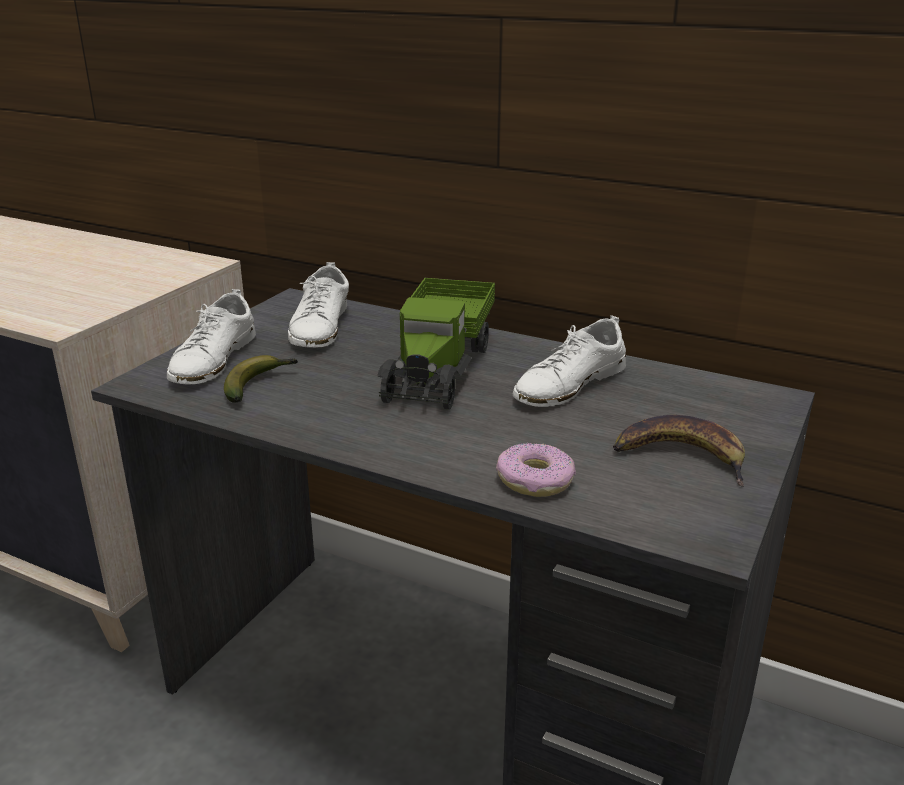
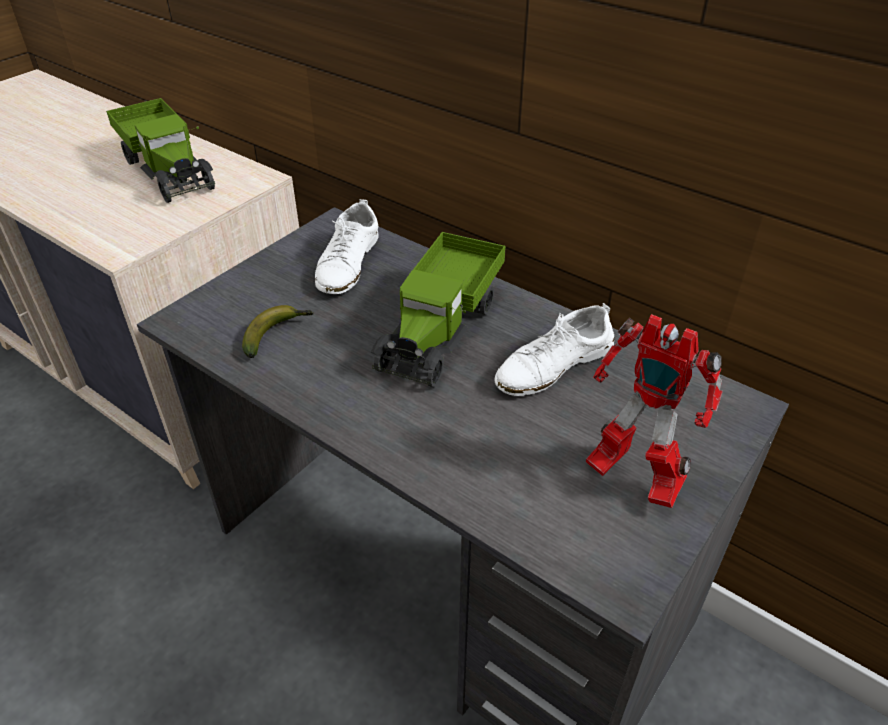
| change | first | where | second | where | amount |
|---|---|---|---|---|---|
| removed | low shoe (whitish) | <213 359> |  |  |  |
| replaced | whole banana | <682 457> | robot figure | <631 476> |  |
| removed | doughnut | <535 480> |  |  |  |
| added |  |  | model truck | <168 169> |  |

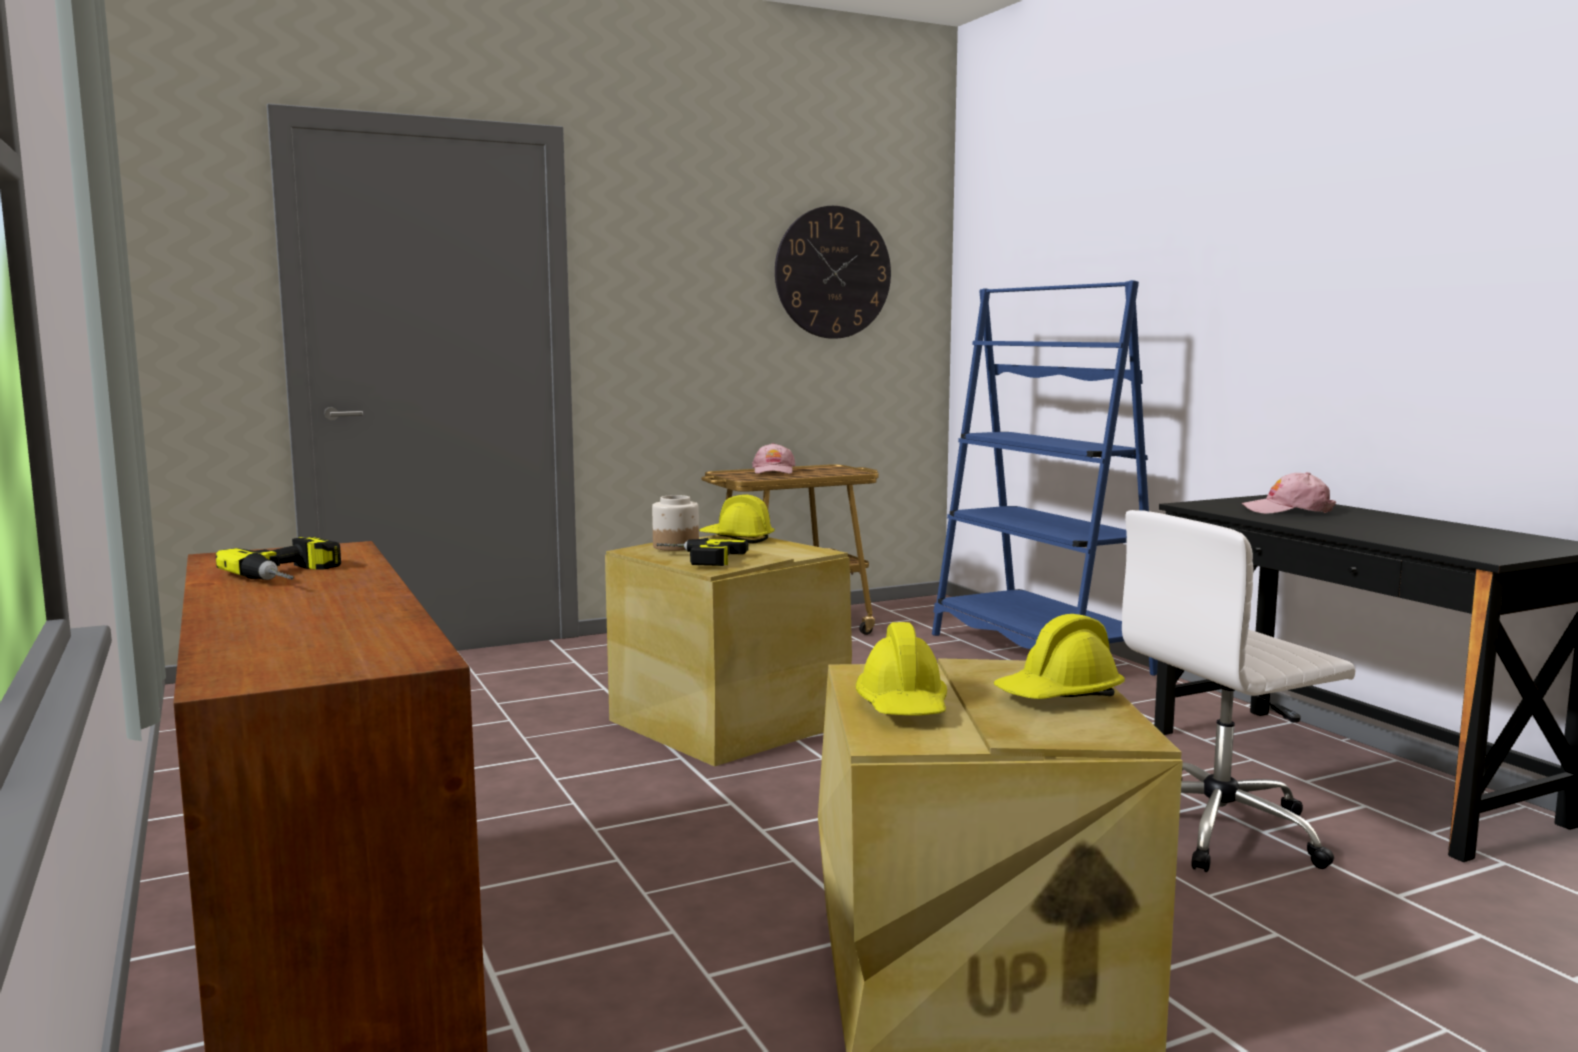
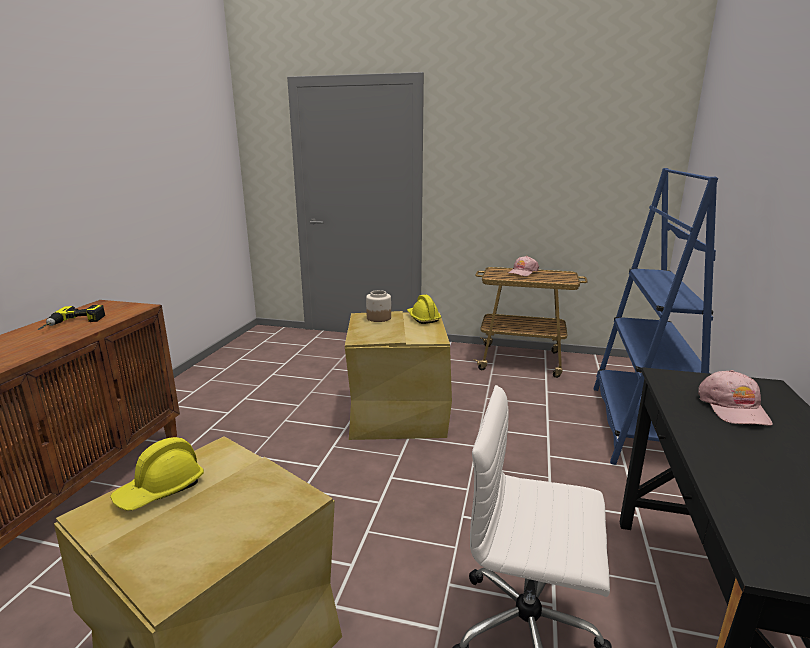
| change | first | where | second | where | amount |
|---|---|---|---|---|---|
| removed | hanging clock | <833 272> |  |  |  |
| turned | baseball cap (pink) | <1287 510> |  | <733 408> | 135 degrees counterclockwise |
| removed | drill | <695 559> |  |  |  |
| removed | work helmet (yellow) | <1059 695> |  |  |  |

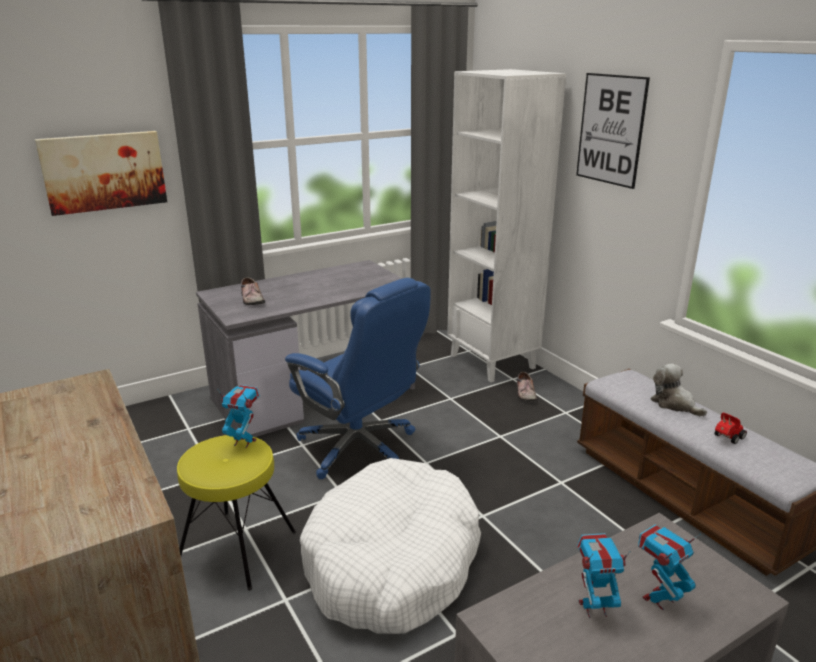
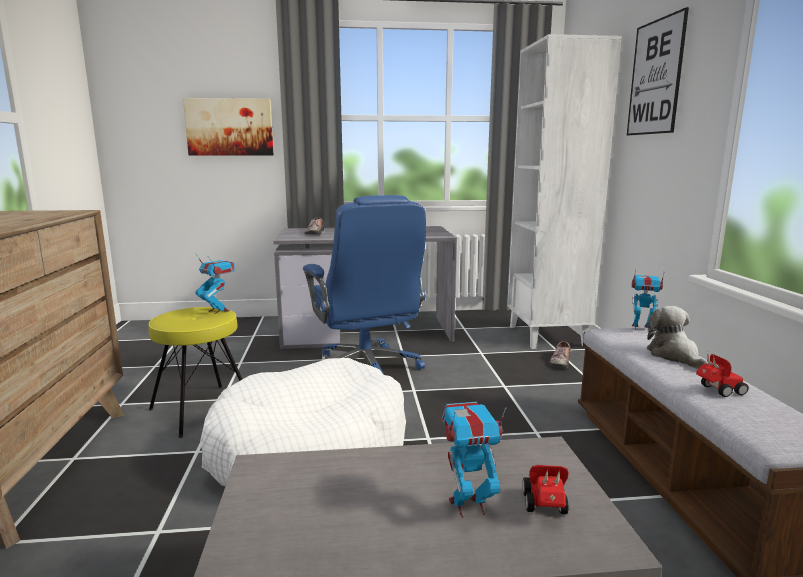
| change | first | where | second | where | amount |
|---|---|---|---|---|---|
| moved | robot figure | <593 608> |  | <641 328> |  |
| added |  |  | model car | <545 508> |  |

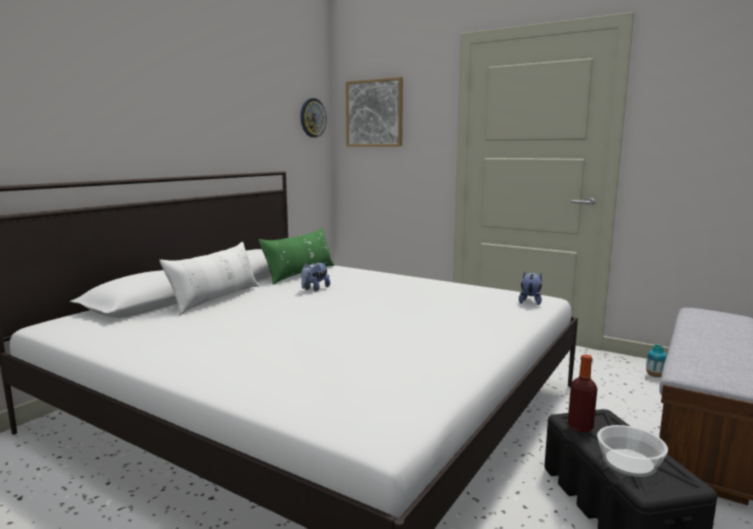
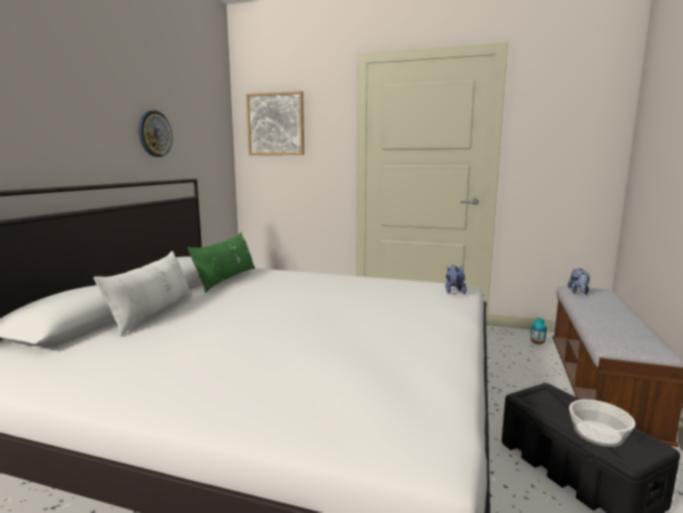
| change | first | where | second | where | amount |
|---|---|---|---|---|---|
| moved | hanging clock | <312 118> |  | <154 134> |  |
| moved | soft toy | <314 289> |  | <578 292> |  |
| removed | beverage bottle | <580 427> |  |  |  |

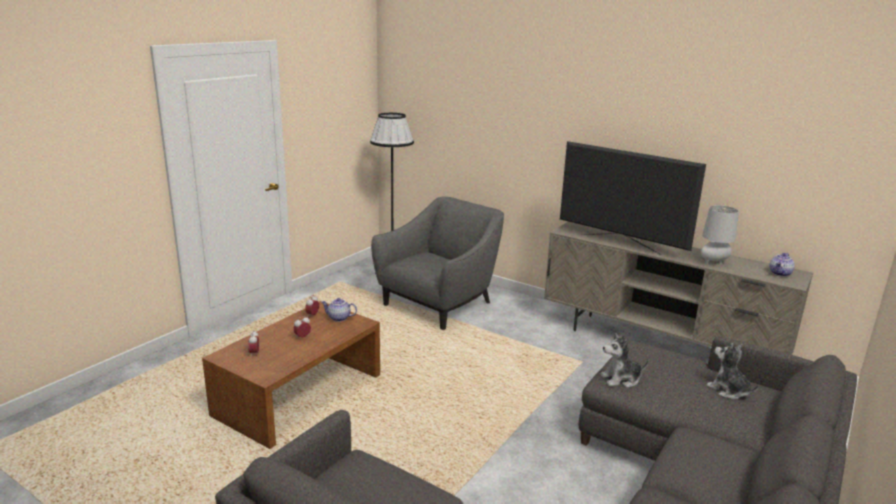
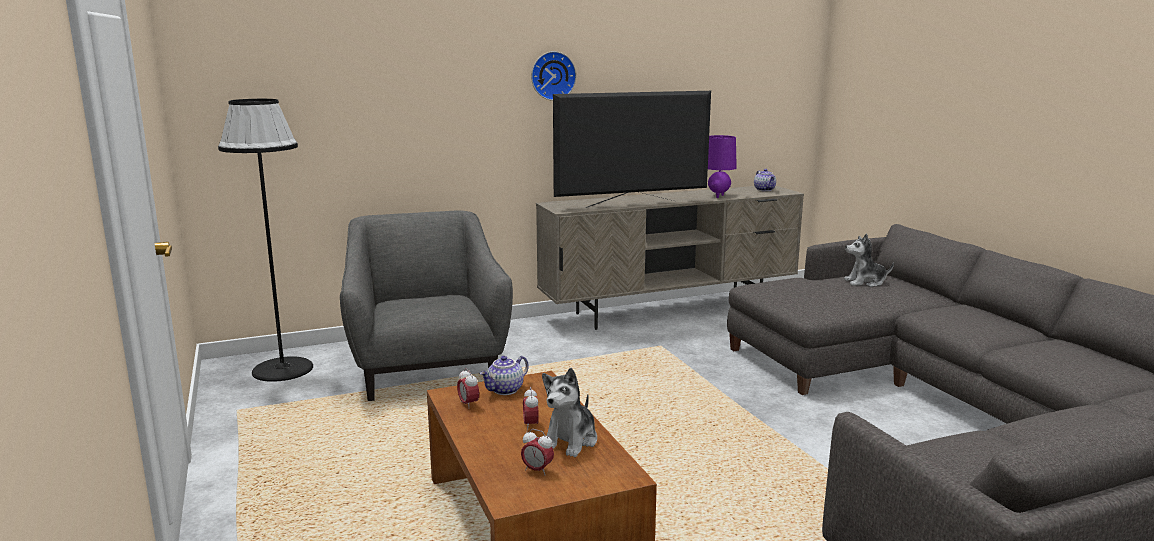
| change | first | where | second | where | amount |
|---|---|---|---|---|---|
| recoloured | lamp for a table (grey) | <714 263> | lamp for a table (purple-coloured) | <718 196> |  |
| moved | soft toy | <621 379> |  | <571 441> |  |
| added |  |  | hanging clock | <552 75> |  |

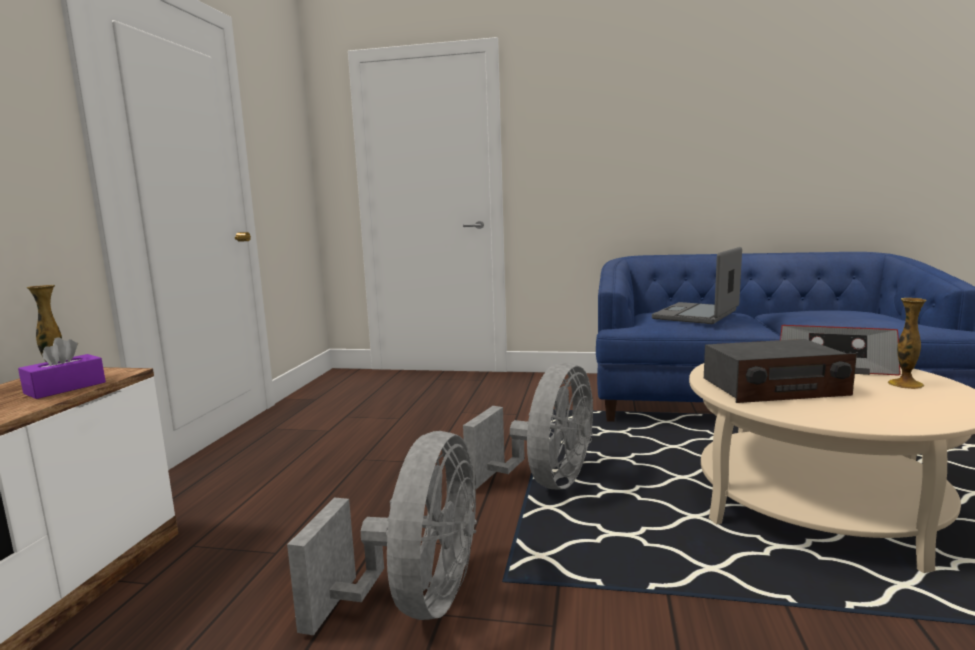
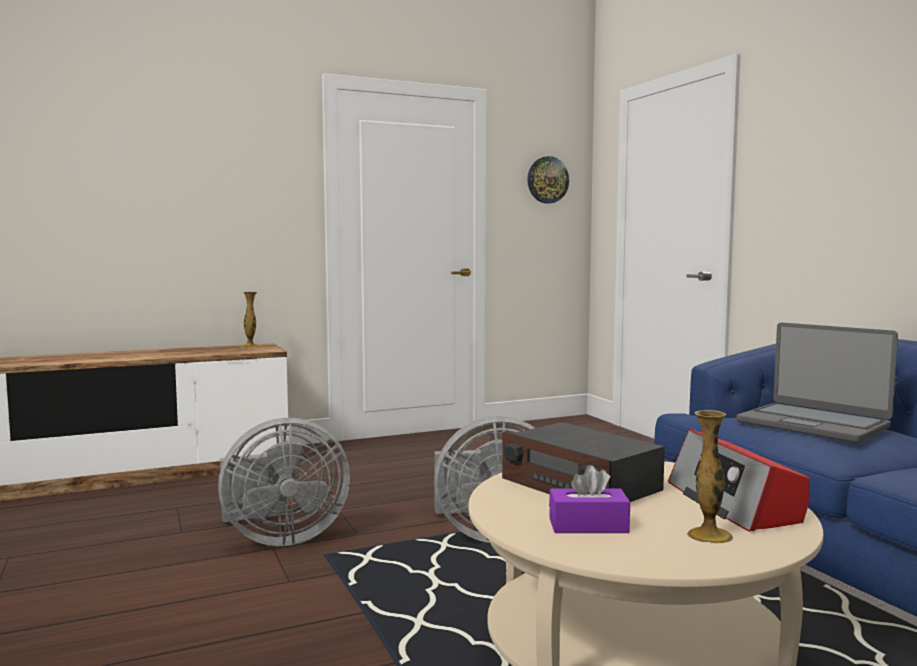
| change | first | where | second | where | amount |
|---|---|---|---|---|---|
| turned | portable computer | <697 315> |  | <813 424> | 135 degrees counterclockwise |
| moved | tissue holder (purple-coloured) | <65 388> |  | <588 526> |  |
| added |  |  | hanging clock | <547 180> |  |

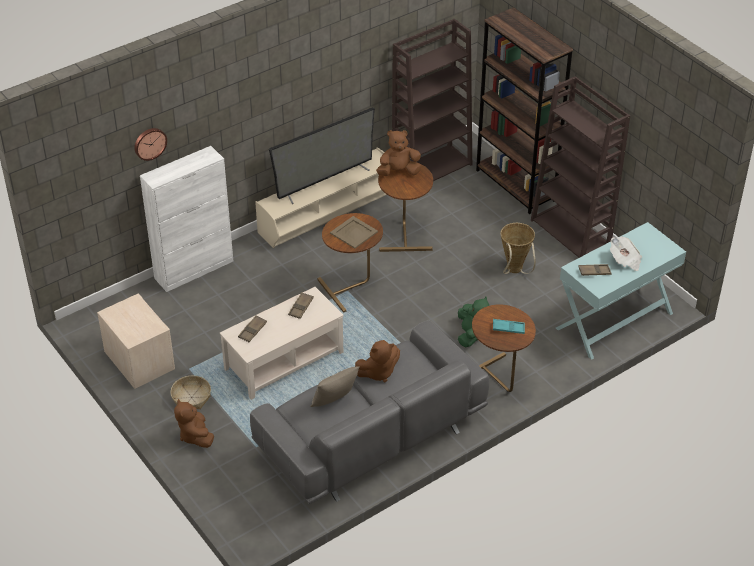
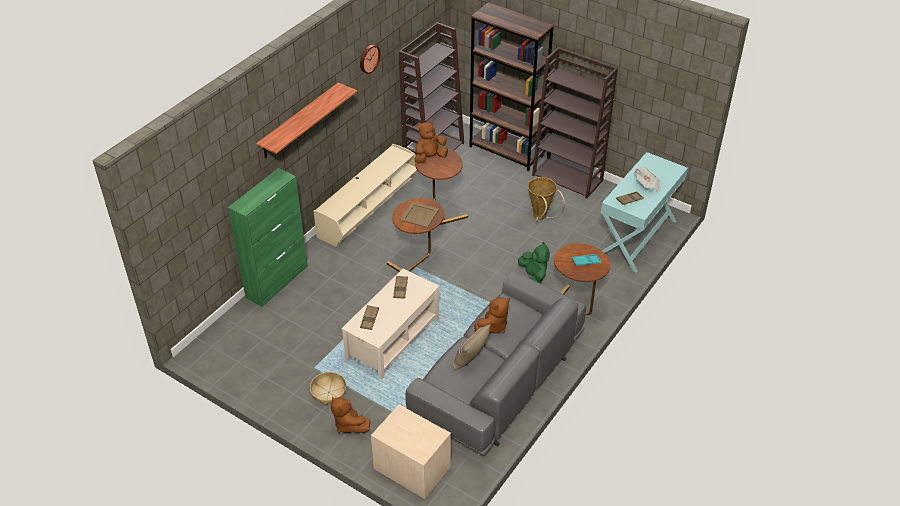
| change | first | where | second | where | amount |
|---|---|---|---|---|---|
| removed | TV set | <324 181> |  |  |  |
| moved | hanging clock | <149 143> |  | <368 58> |  |
| recoloured | storage cabinet (whitish) | <194 269> | storage cabinet (greenish) | <277 281> |  |
| moved | nightstand (beige-coloured) | <139 360> |  | <412 467> |  |
| added |  |  | wall shelf | <299 121> |  |

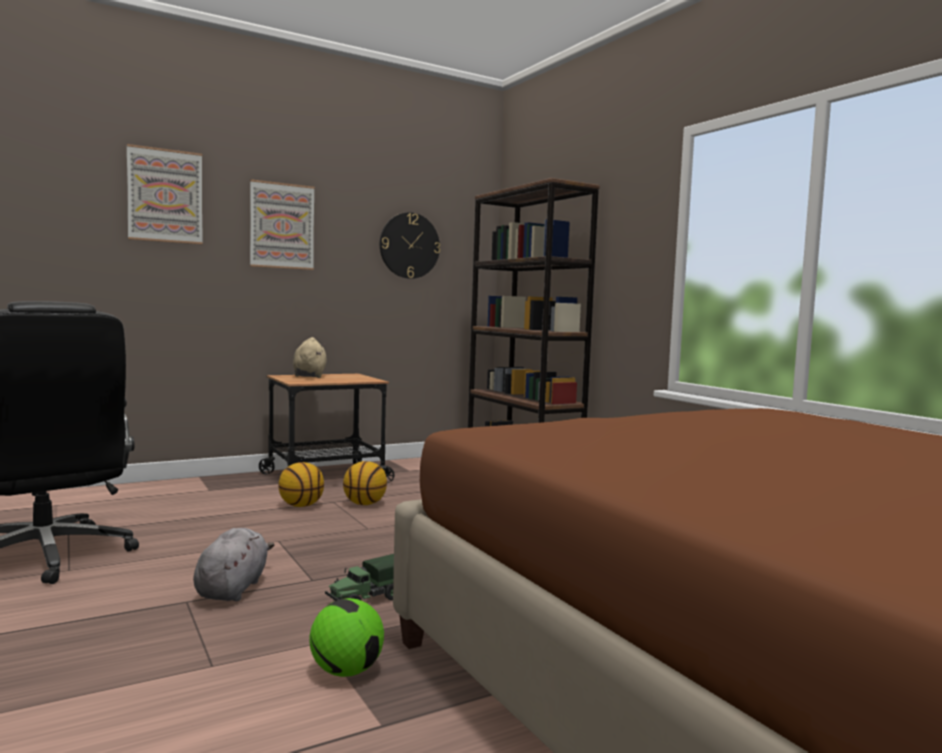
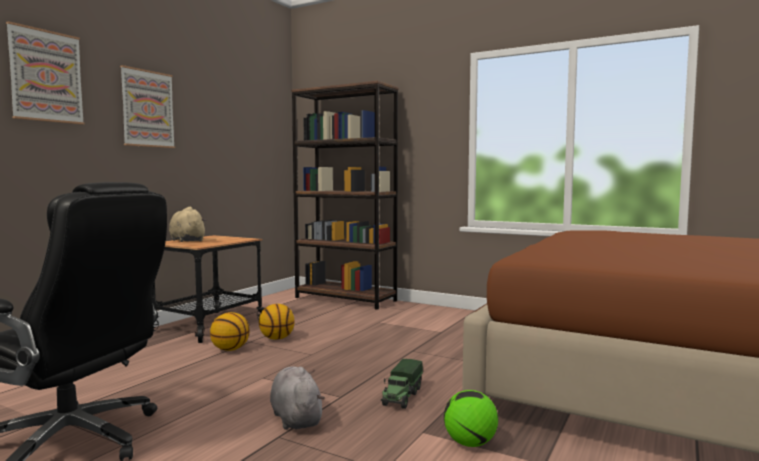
| change | first | where | second | where | amount |
|---|---|---|---|---|---|
| removed | hanging clock | <409 245> |  |  |  |

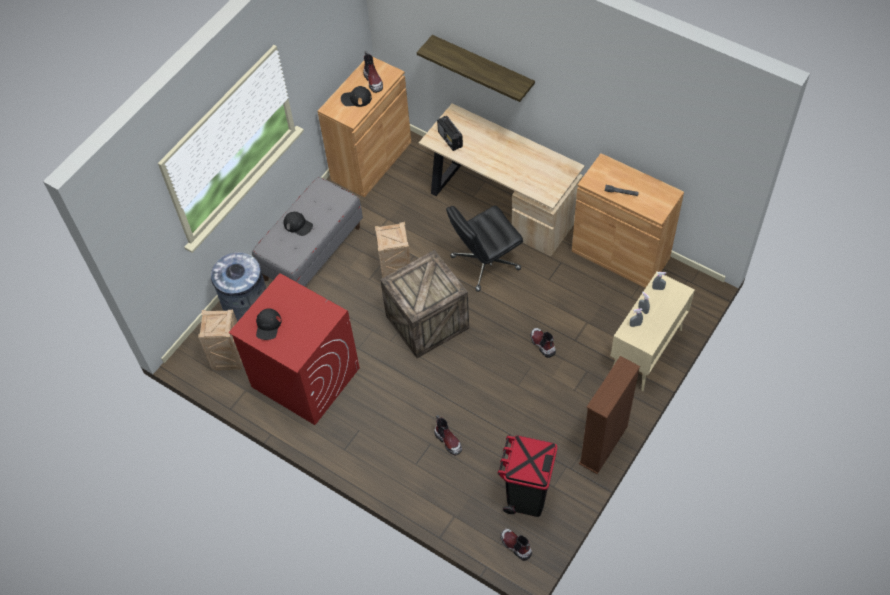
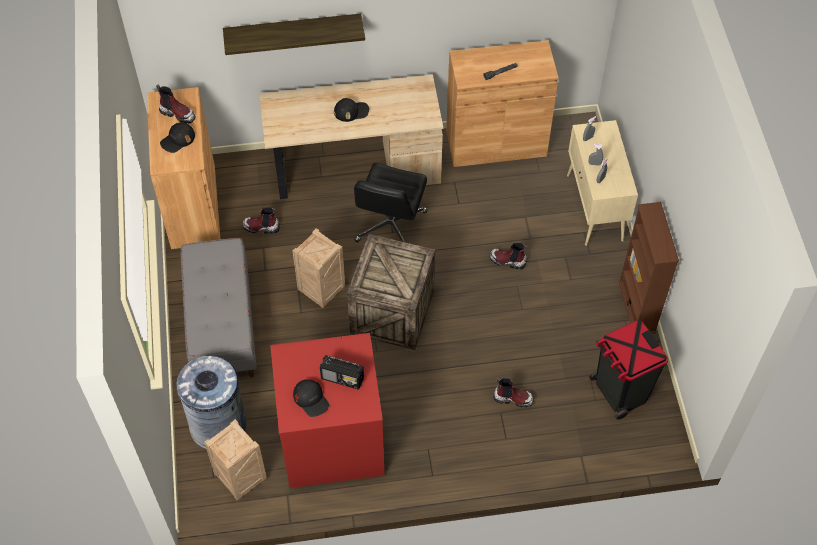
| change | first | where | second | where | amount |
|---|---|---|---|---|---|
| moved | radio | <450 139> |  | <343 378> |  |
| moved | baseball cap (black) | <298 225> |  | <351 111> |  |
| moved | tall boot | <515 545> |  | <261 227> |  |

